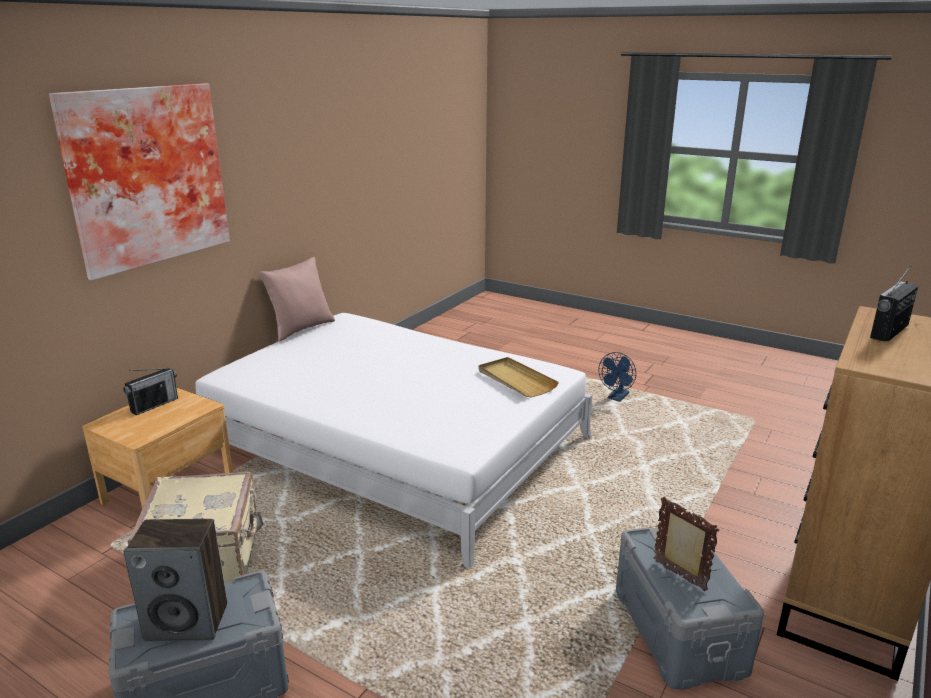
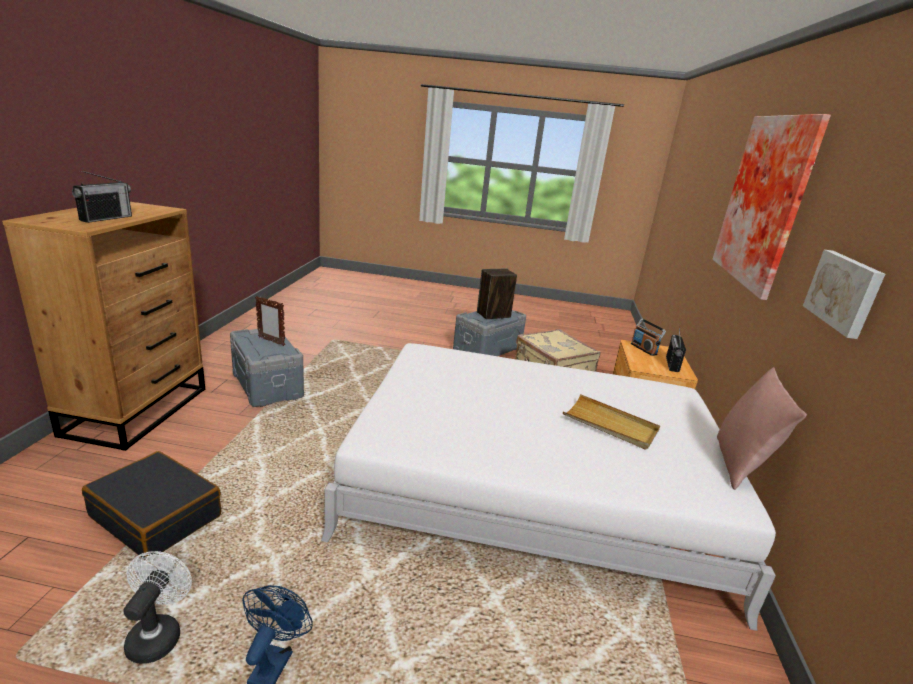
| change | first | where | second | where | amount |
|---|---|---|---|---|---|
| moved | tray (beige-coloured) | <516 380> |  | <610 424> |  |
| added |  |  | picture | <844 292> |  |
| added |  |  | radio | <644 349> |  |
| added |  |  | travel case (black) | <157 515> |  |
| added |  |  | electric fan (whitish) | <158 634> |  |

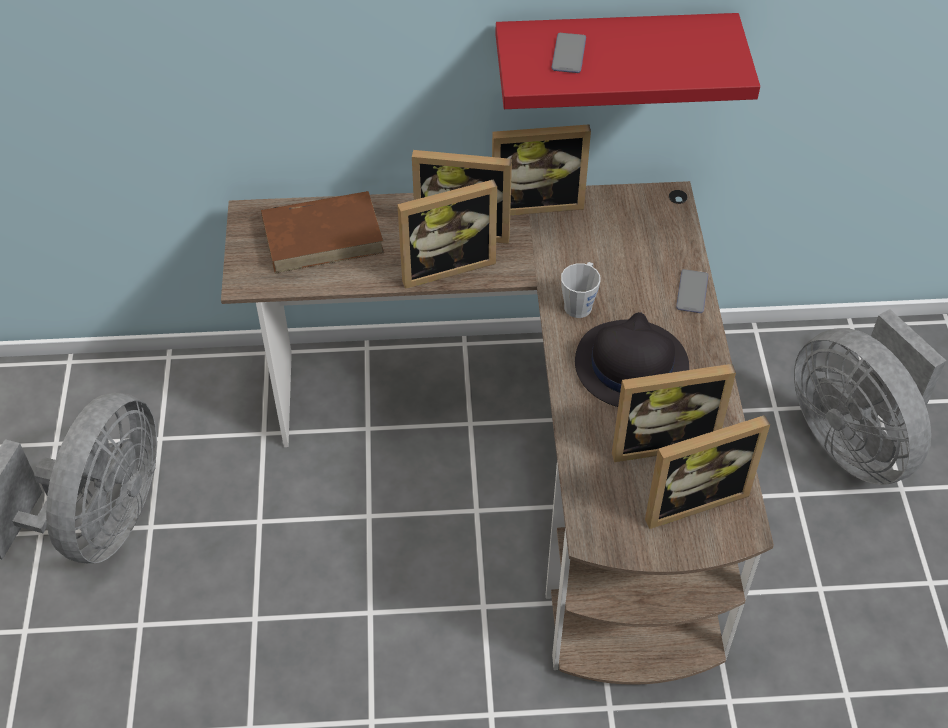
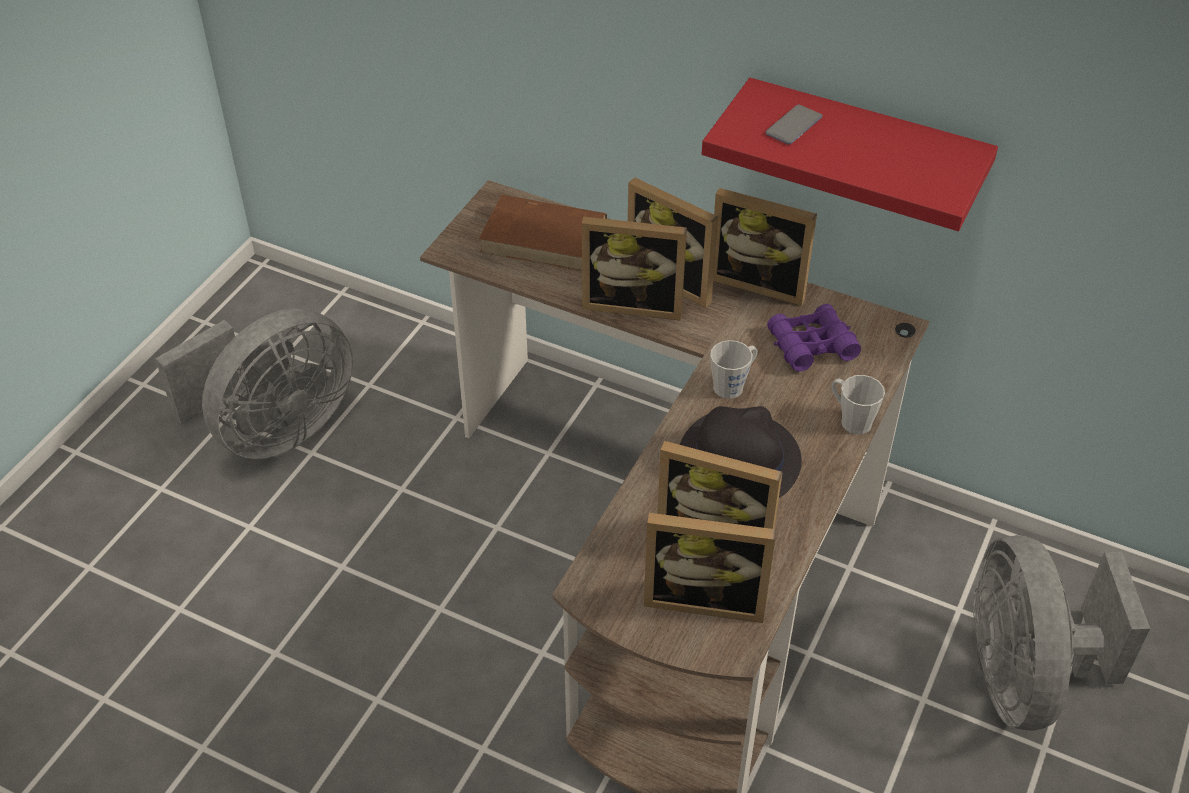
| change | first | where | second | where | amount |
|---|---|---|---|---|---|
| replaced | phone | <692 292> | mug (grey) | <851 419> |  |
| added |  |  | pair of binoculars (purple-coloured) | <811 345> |  |

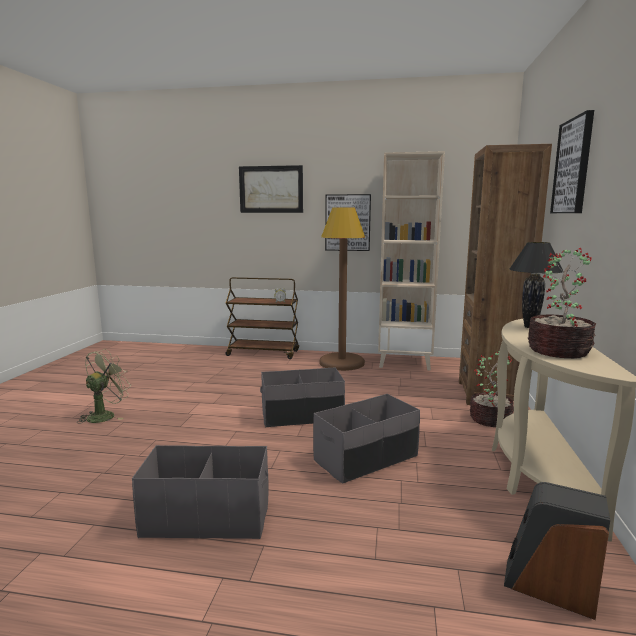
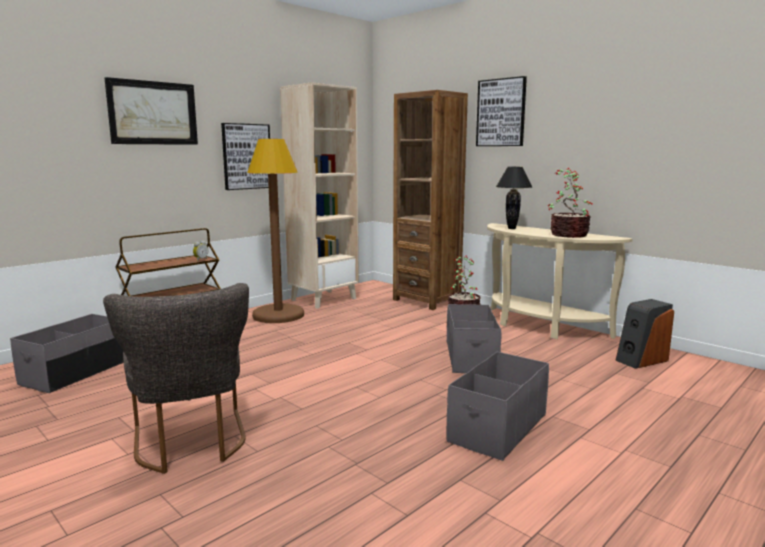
| change | first | where | second | where | amount |
|---|---|---|---|---|---|
| replaced | electric fan (greenish) | <105 415> | chair (grey) | <191 444> |  |
| moved | storage container (grey) | <302 416> |  | <75 372> |  |

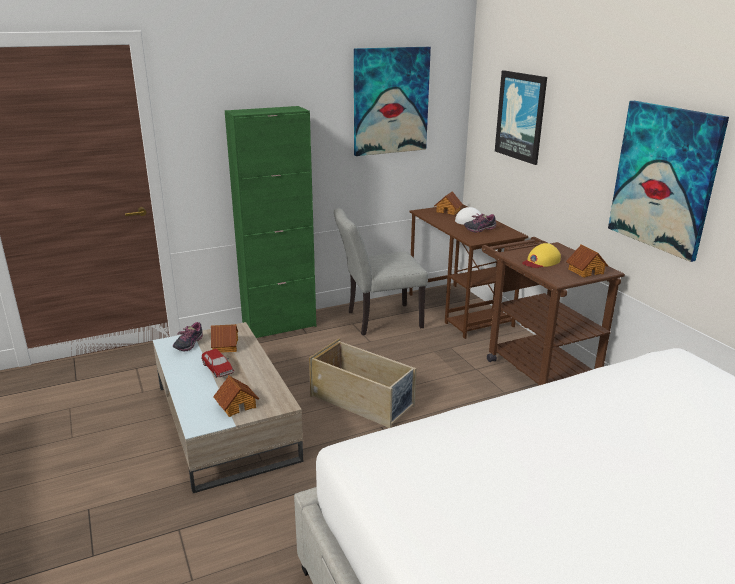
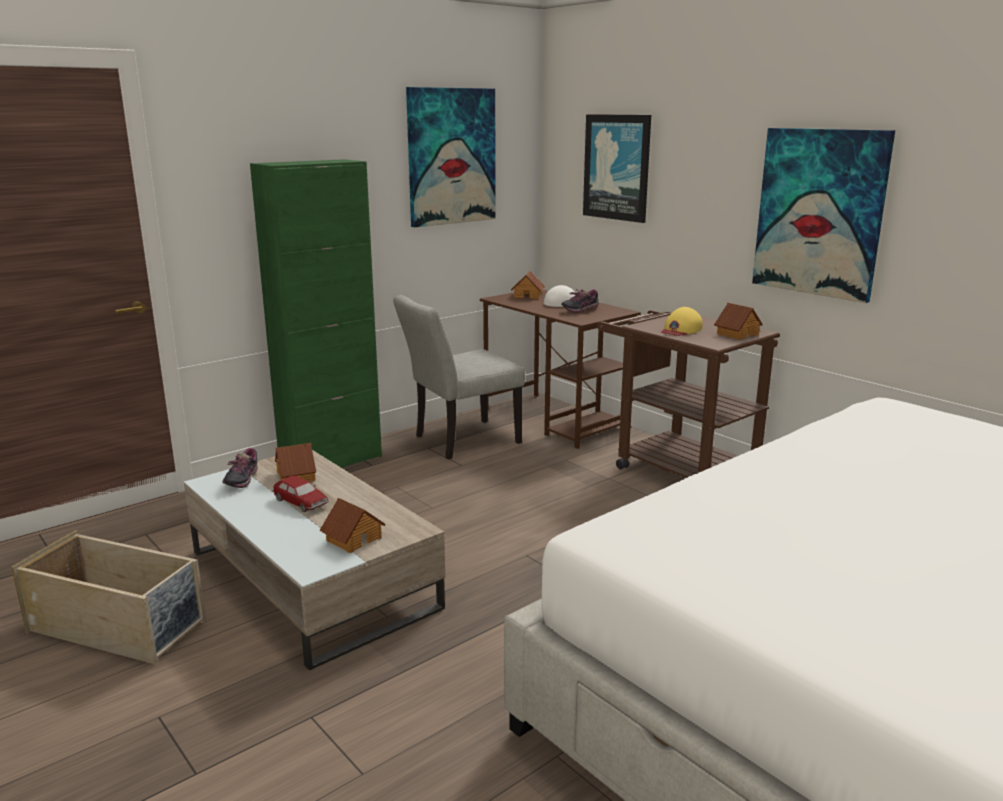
| change | first | where | second | where | amount |
|---|---|---|---|---|---|
| moved | storage container (beige-coloured) | <363 401> |  | <119 626> |  |

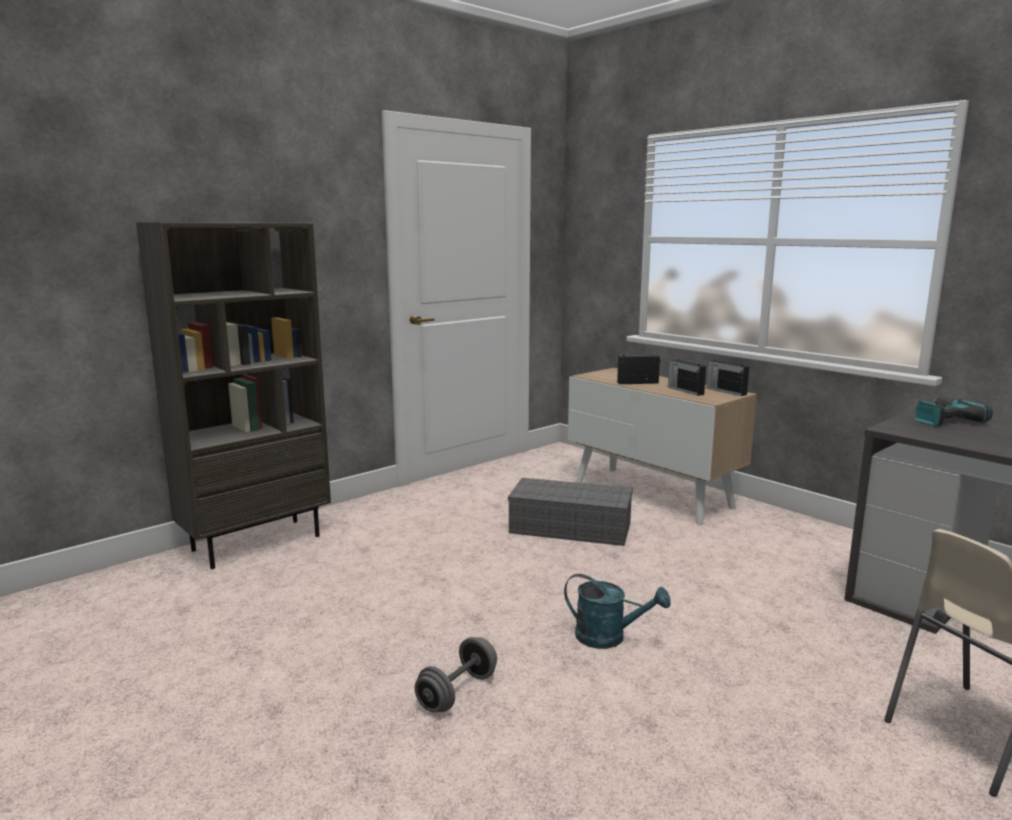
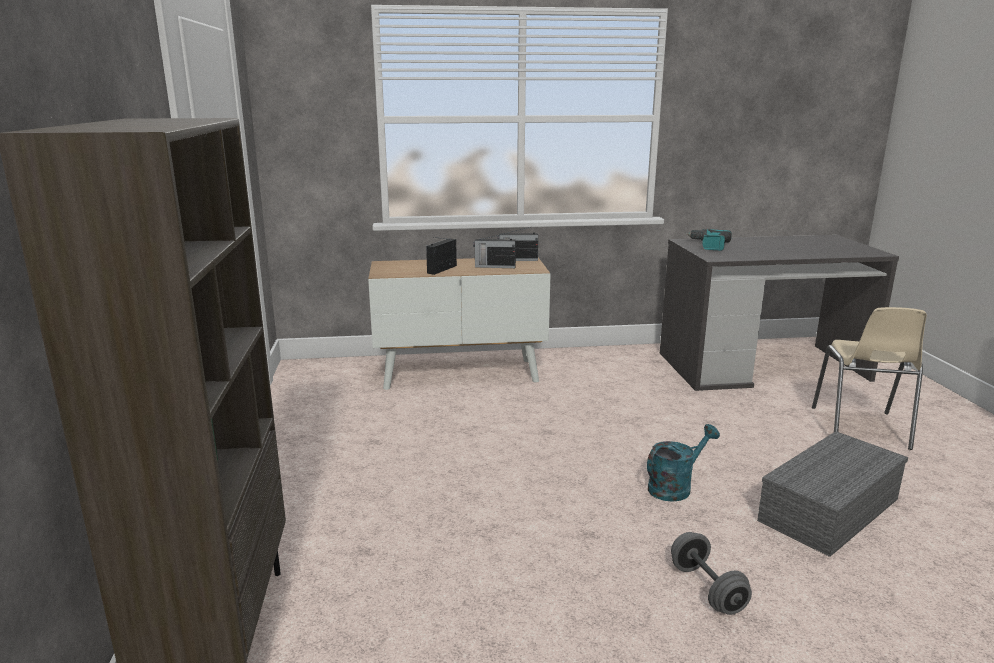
| change | first | where | second | where | amount |
|---|---|---|---|---|---|
| moved | storage container (grey) | <572 527> |  | <828 508> |  |

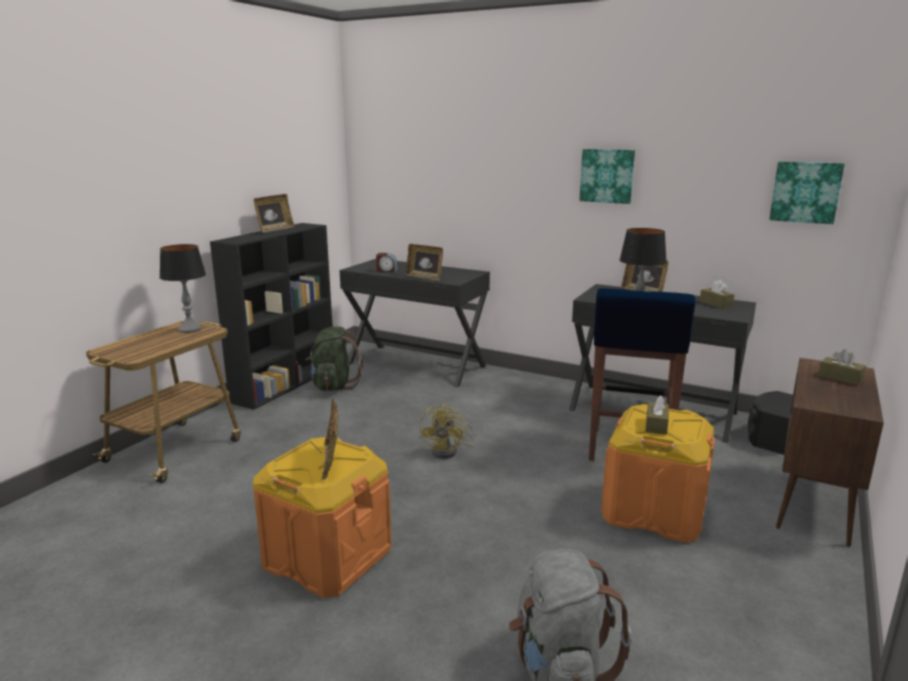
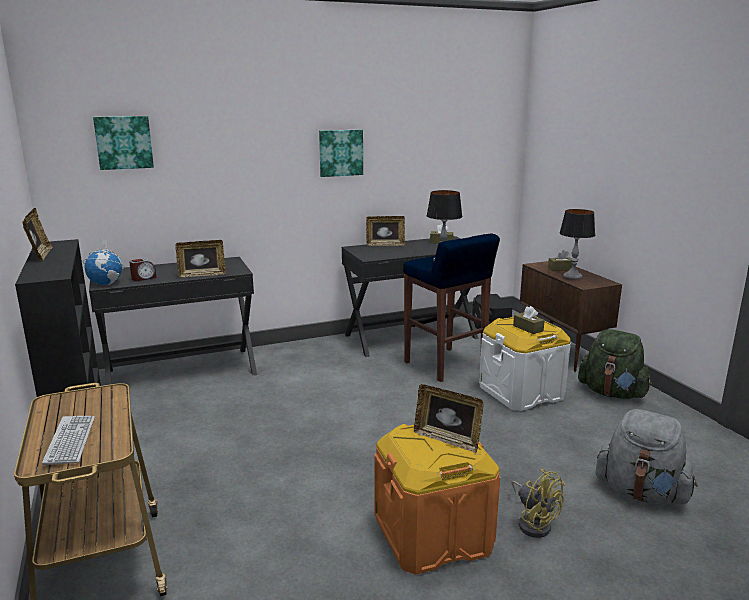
| change | first | where | second | where | amount |
|---|---|---|---|---|---|
| moved | picture | <805 192> |  | <124 142> |  |
| moved | lamp for a table | <190 329> |  | <572 276> |  |
| moved | knapsack (greenish) | <333 386> |  | <612 393> |  |
| moved | electric fan (yellow) | <449 451> |  | <533 523> |  |
| recoloured | storage container (orange) | <654 511> | storage container (whitish) | <521 392> |  |
| added |  |  | desk globe | <106 284> |  |
| added |  |  | computer keyboard | <70 440> |  |

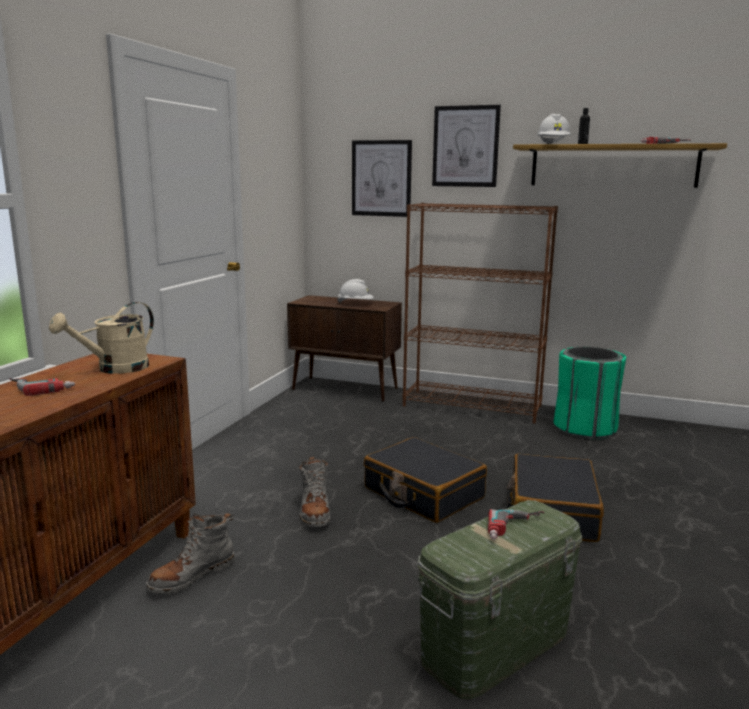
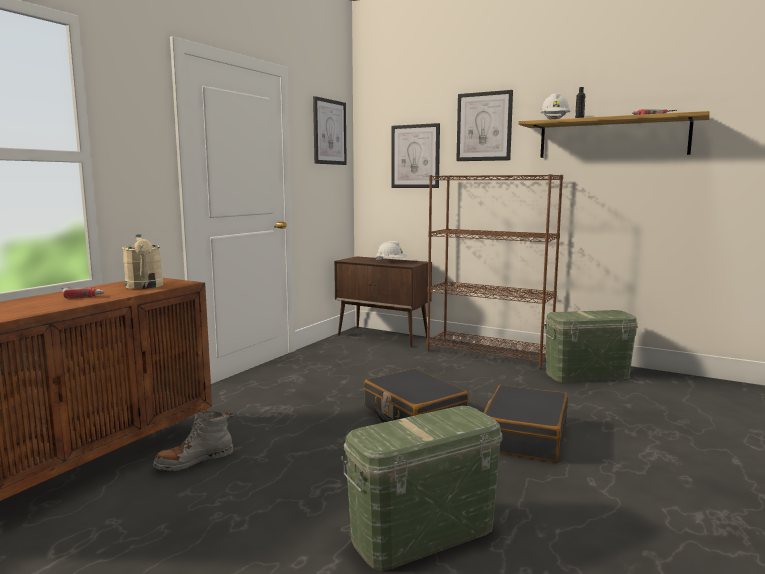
| change | first | where | second | where | amount |
|---|---|---|---|---|---|
| turned | watering pot (beige-coloured) | <115 369> |  | <145 286> | 75 degrees counterclockwise |
| replaced | waste bin (greenish) | <585 428> | storage container (greenish) | <587 375> |  |
| removed | tall boot (grey) | <314 512> |  |  |  |
| removed | drill | <517 529> |  |  |  |
| added |  |  | picture | <329 132> |  |

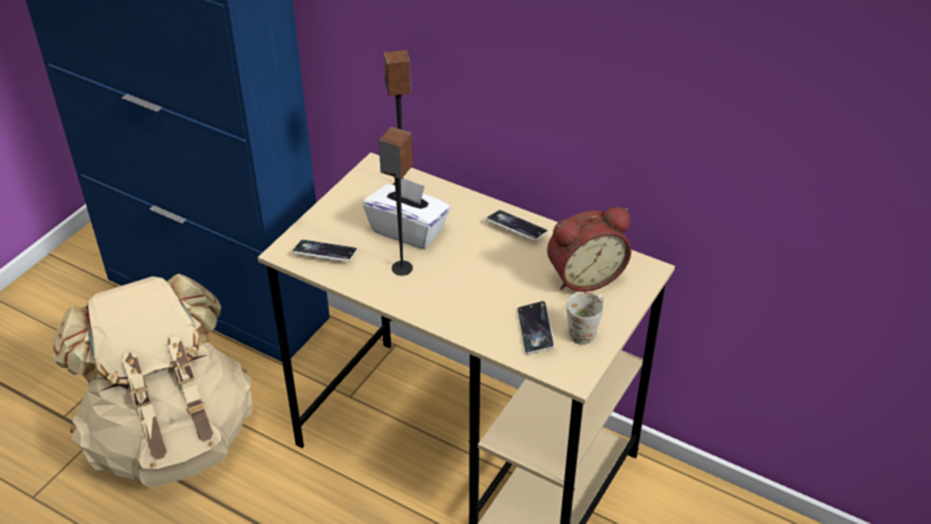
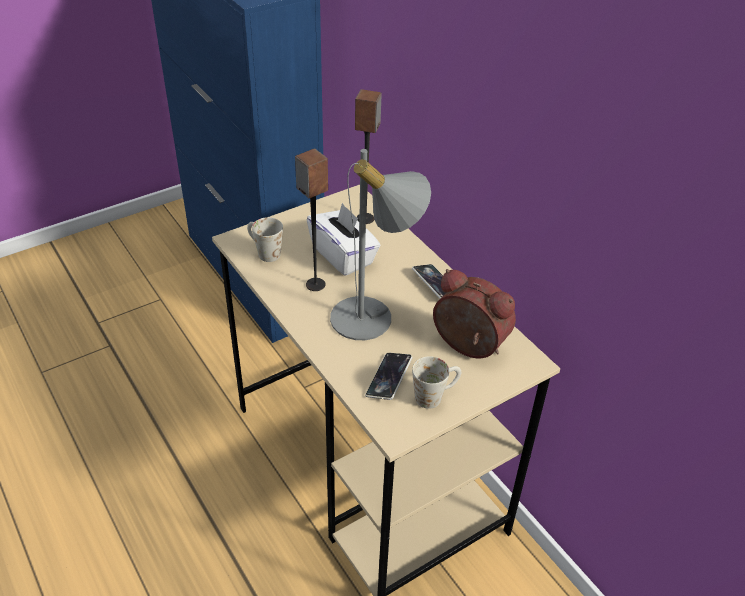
| change | first | where | second | where | amount |
|---|---|---|---|---|---|
| turned | table clock | <584 276> |  | <467 346> | 150 degrees counterclockwise |
| replaced | phone | <325 254> | mug (whitish) | <264 252> |  |
| removed | knapsack (beige-coloured) | <171 436> |  |  |  |
| added |  |  | lamp for a table (grey) | <373 317> |  |

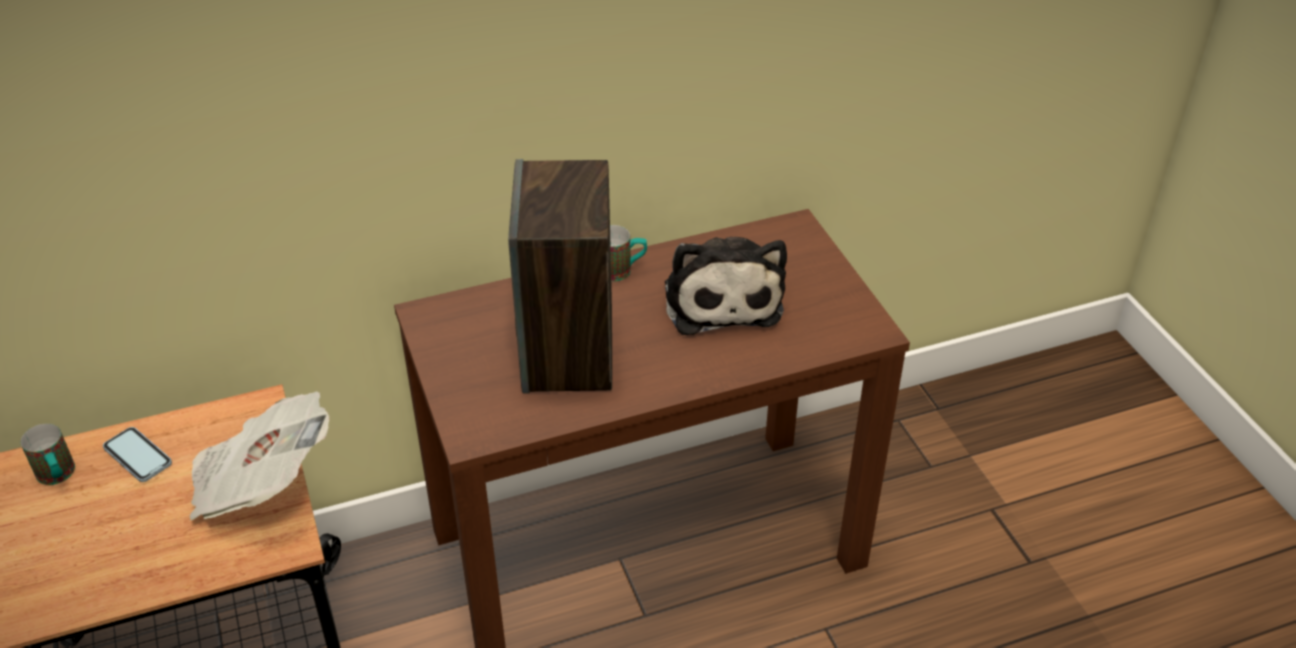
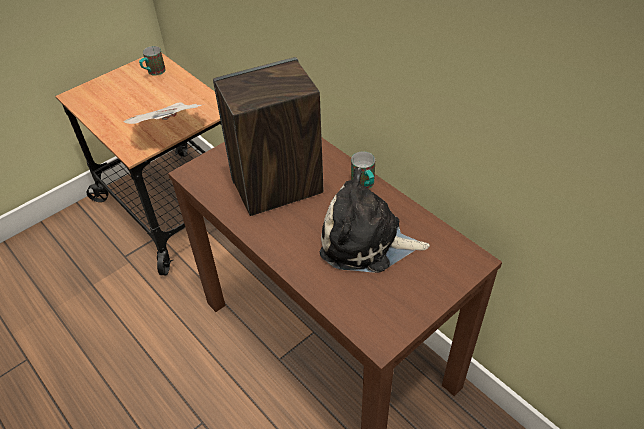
| change | first | where | second | where | amount |
|---|---|---|---|---|---|
| turned | soft toy | <721 298> |  | <366 242> | 45 degrees clockwise |
| removed | phone | <138 456> |  |  |  |

